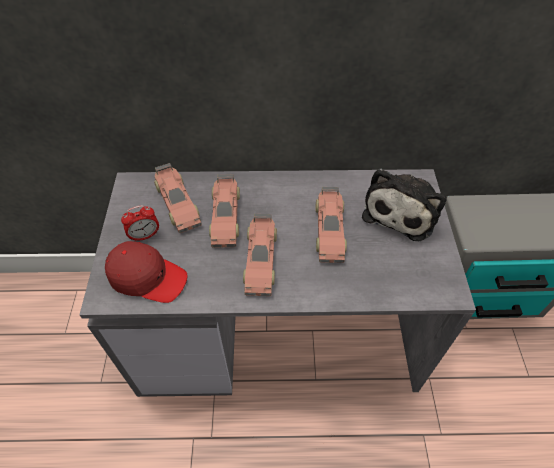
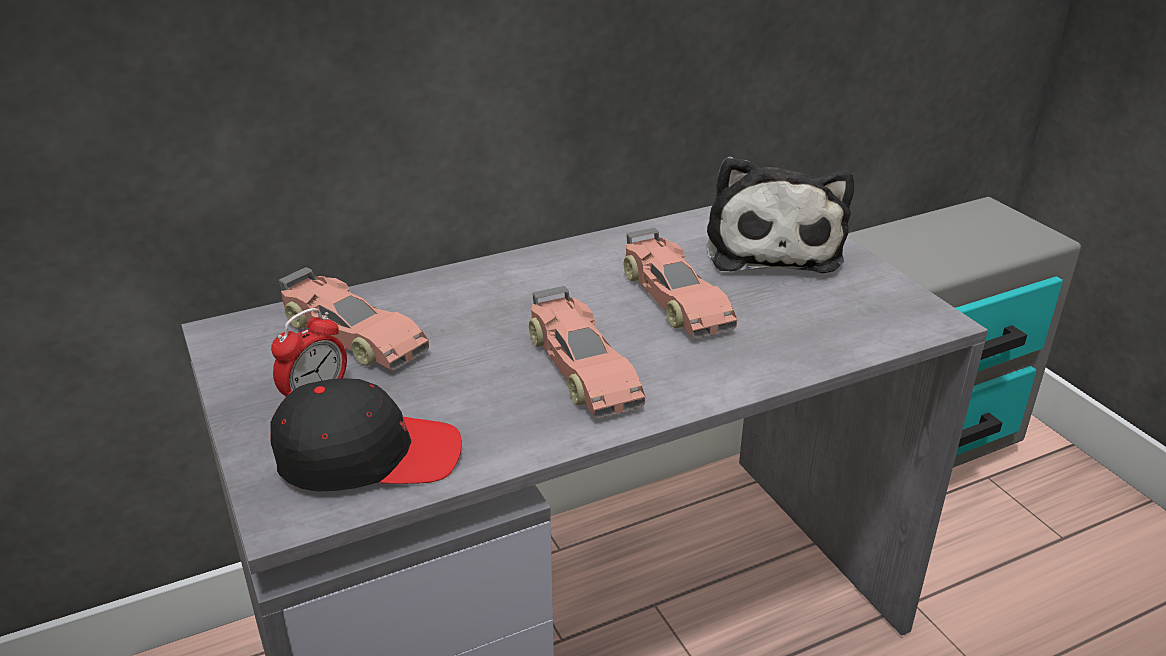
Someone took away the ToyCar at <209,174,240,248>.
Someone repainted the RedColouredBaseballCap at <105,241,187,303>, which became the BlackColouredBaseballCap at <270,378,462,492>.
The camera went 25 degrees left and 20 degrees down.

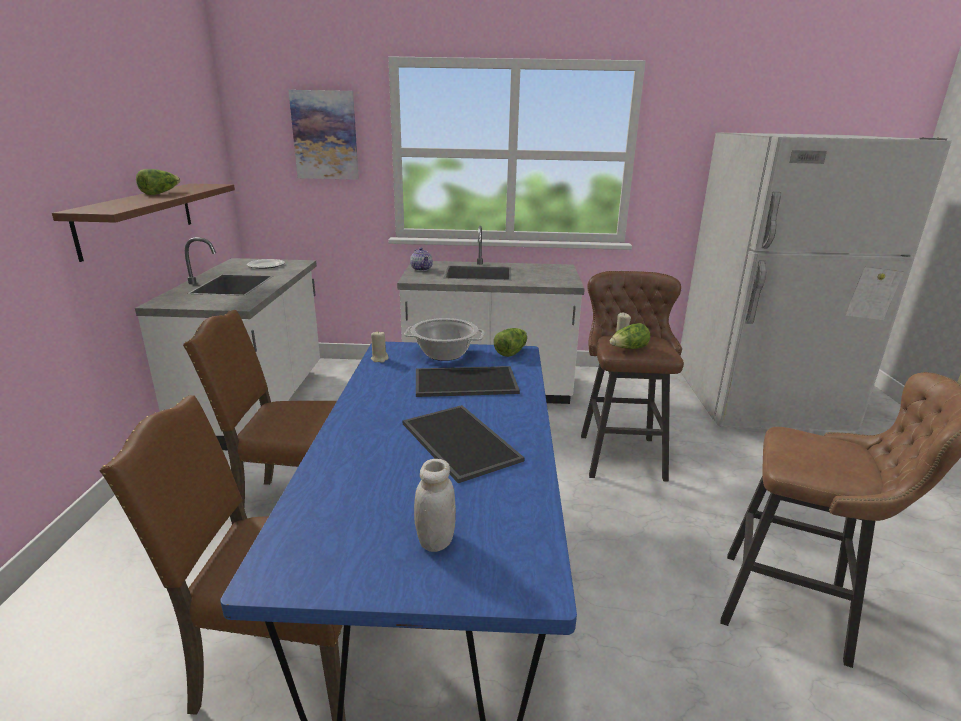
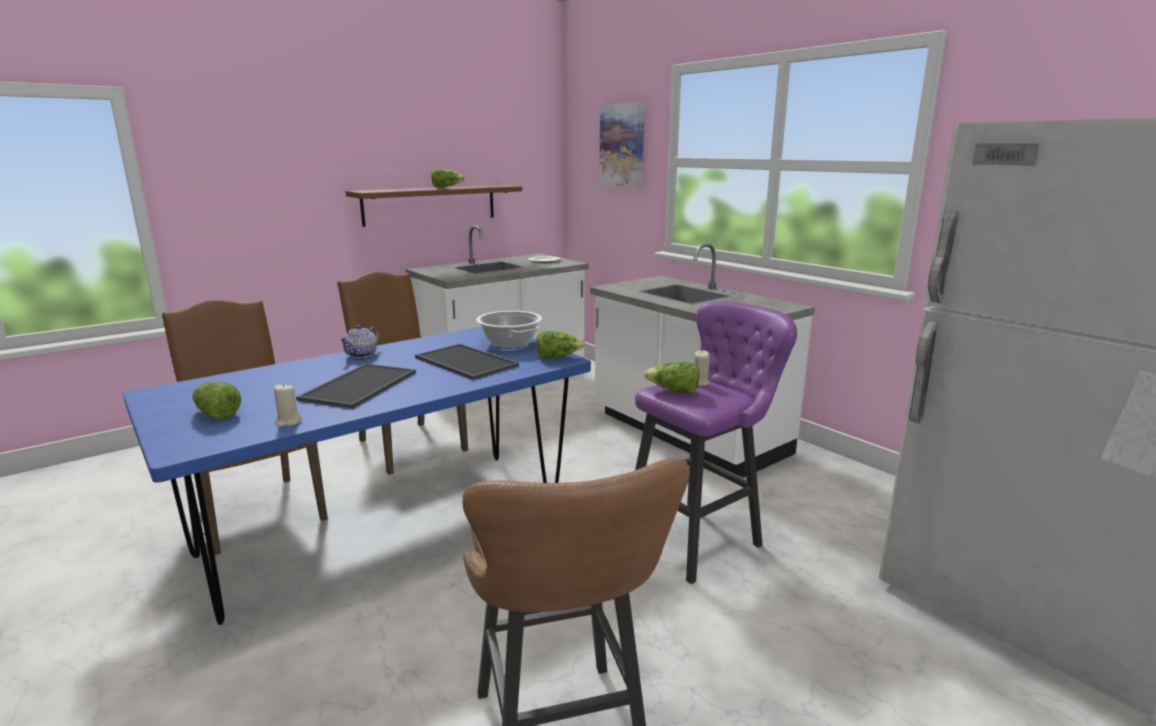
Someone carried the TeaPot from <410,248,433,271> to <339,325,379,358>.
Someone repainted the BrownishSittingStool at <581,271,684,482>, which became the PurpleSittingStool at <635,301,797,584>.
Someone carried the BeigeWaxCandle from <371,331,389,363> to <274,384,302,427>.
Someone swapped the WhiteJar at <414,459,456,552> for the HeadOfLettuce at <193,382,241,419>.
The camera went 50 degrees right and 5 degrees down.

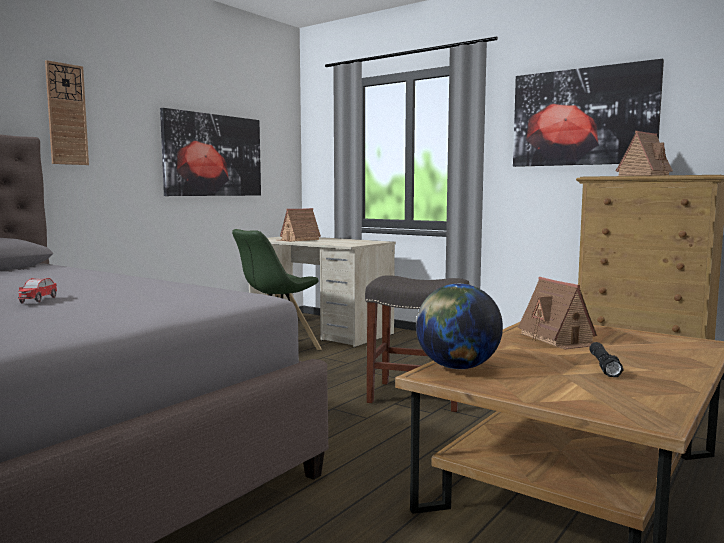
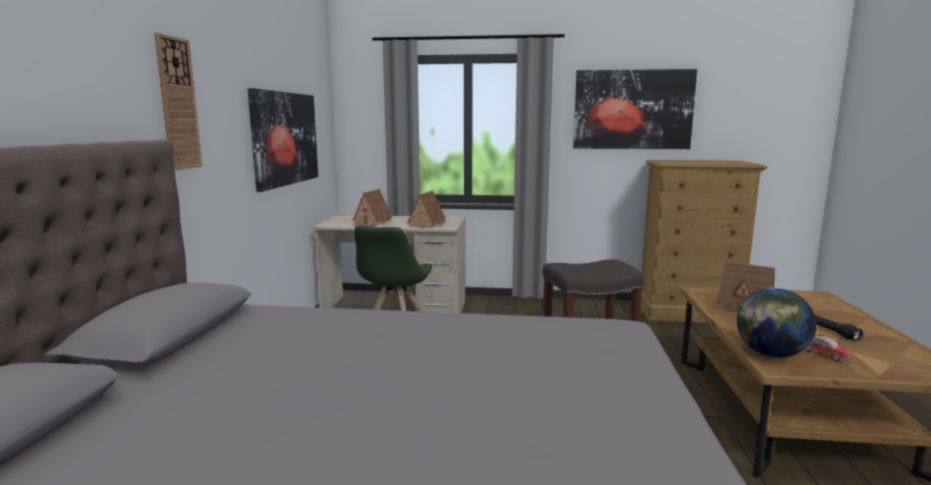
Someone carried the MiniatureHouse from <616,131,673,176> to <407,190,446,228>.
Someone carried the ToyCar from <17,278,57,303> to <805,335,851,362>.
The camera went 30 degrees left and 5 degrees up.

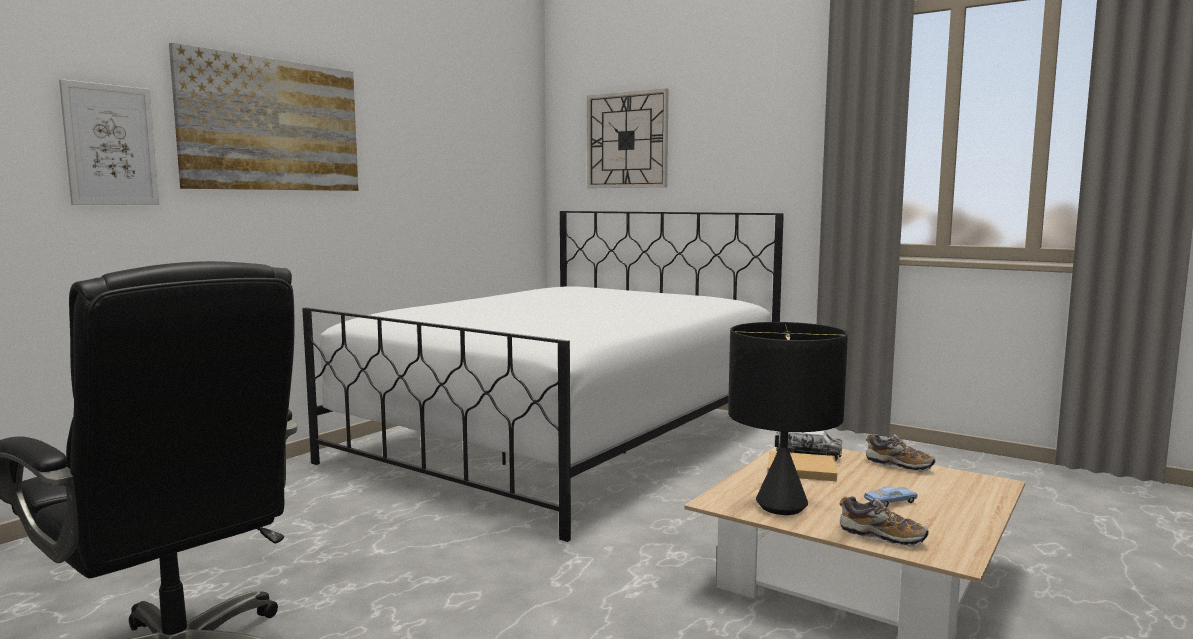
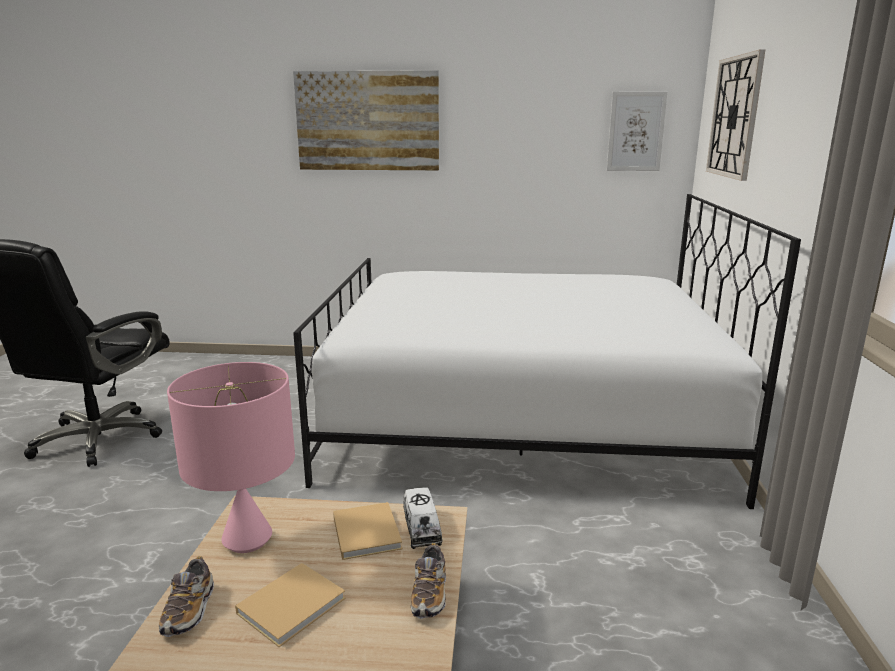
Someone carried the Picture from <59,79,159,205> to <607,91,667,171>.
Someone repainted the BlackColouredTabletopLamp at <728,322,848,515>, which became the PinkishTabletopLamp at <167,362,295,553>.
Someone swapped the BluishToyCar at <864,486,918,507> for the BeigeBoundBook at <235,563,346,647>.
The camera went 60 degrees right and 10 degrees up.

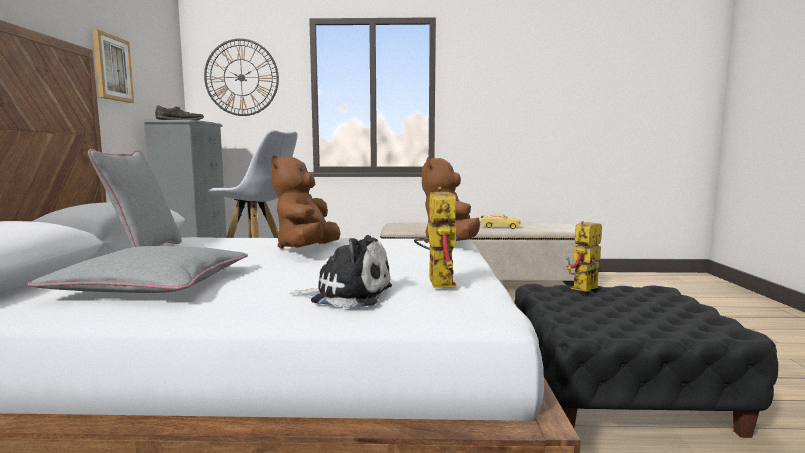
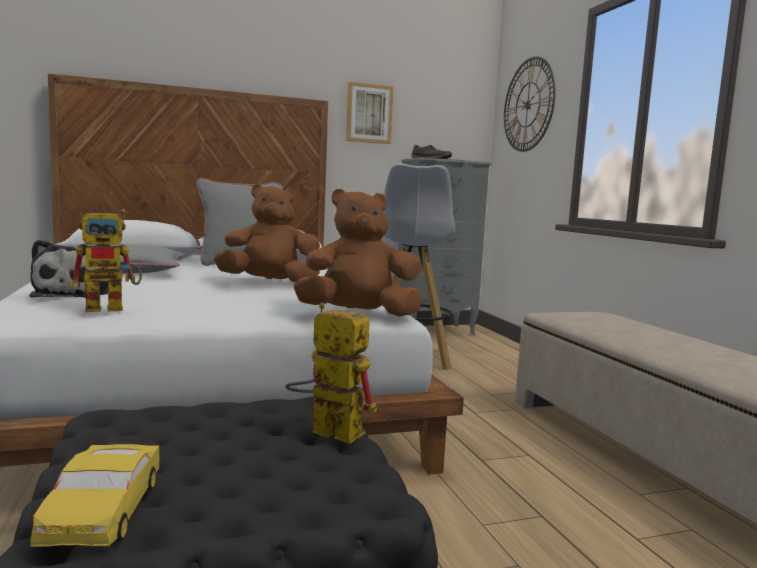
Someone carried the YellowishToyCar from <480,214,520,229> to <30,439,160,547>.
The camera went 70 degrees right and 0 degrees up.

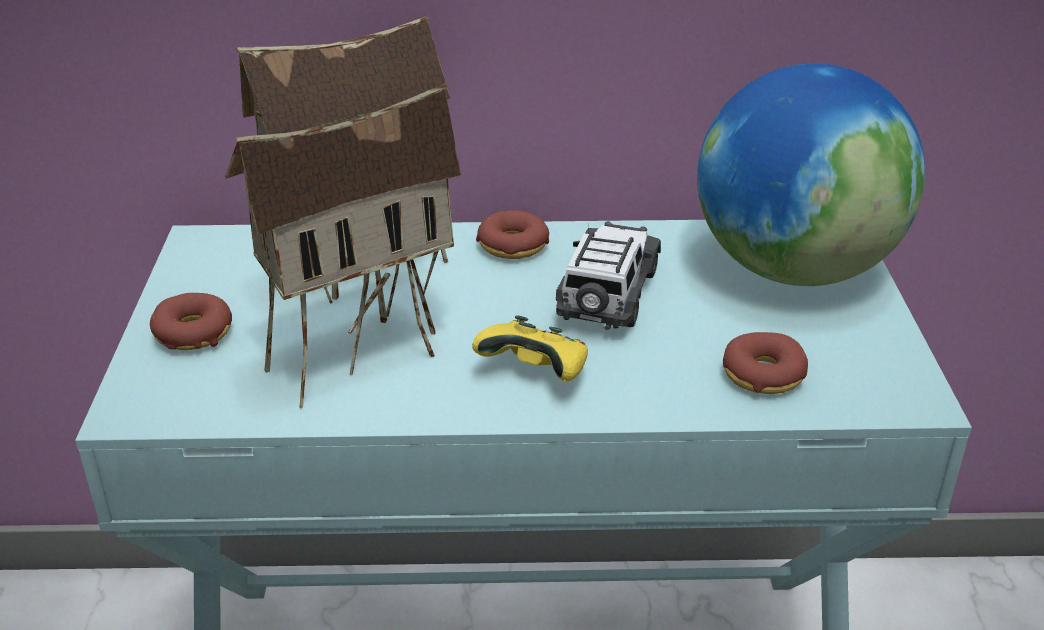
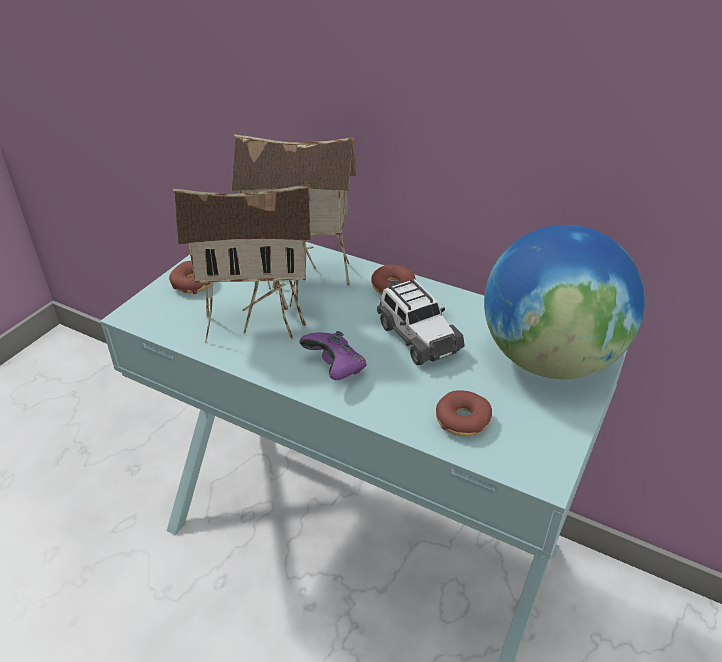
Someone rotated the ToyCar at <556,221,661,330> by 105 degrees clockwise.
Someone repainted the YellowishGamepad at <472,315,588,381>, which became the PurpleGamepad at <299,331,367,380>.
The camera went 30 degrees right and 5 degrees up.

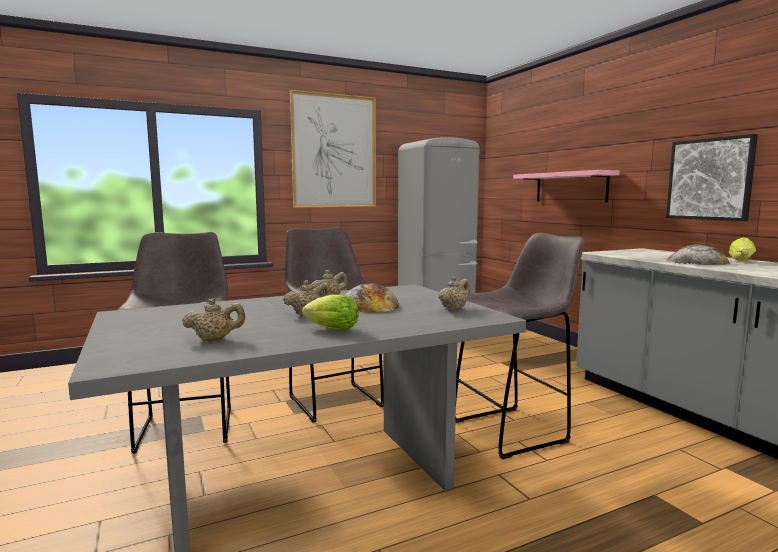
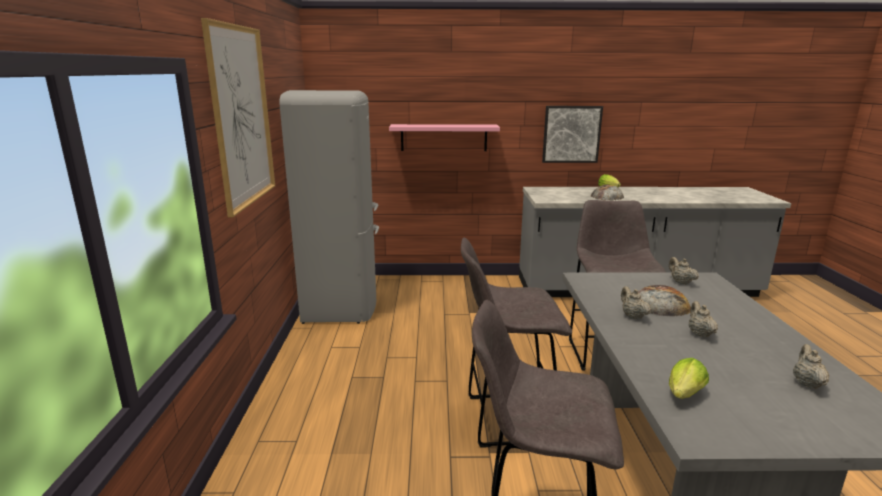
Someone carried the HeadOfLettuce from <302,295,359,330> to <669,358,709,399>.
The camera went 65 degrees left and 10 degrees up.

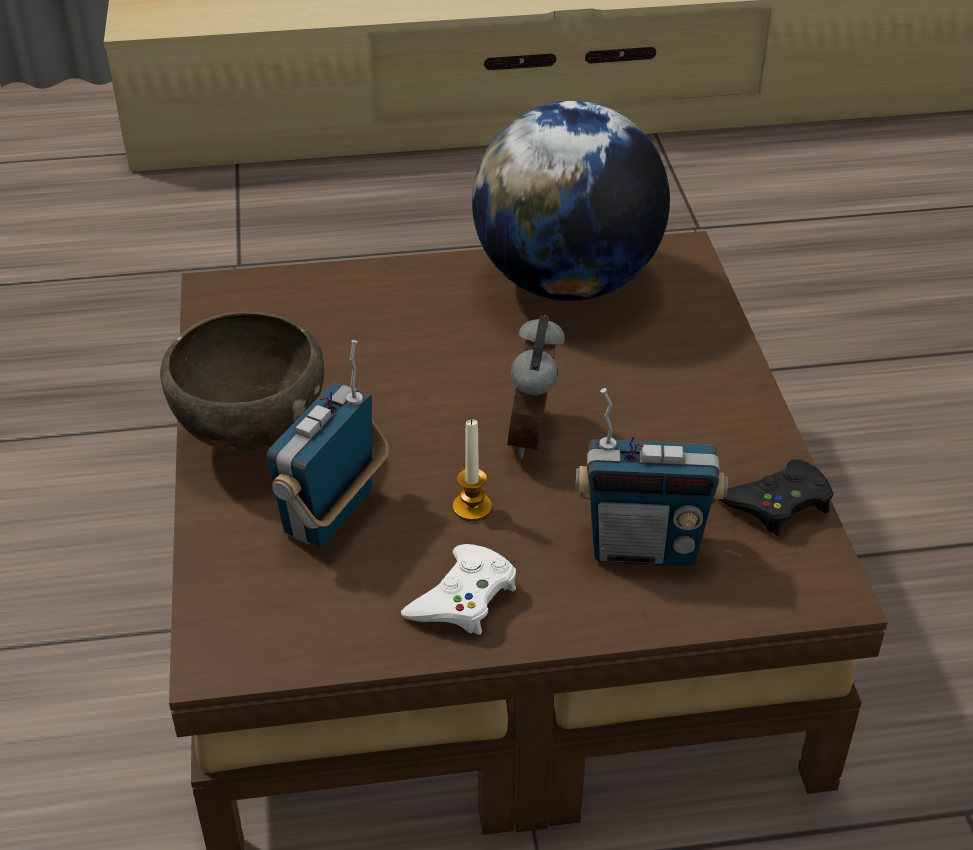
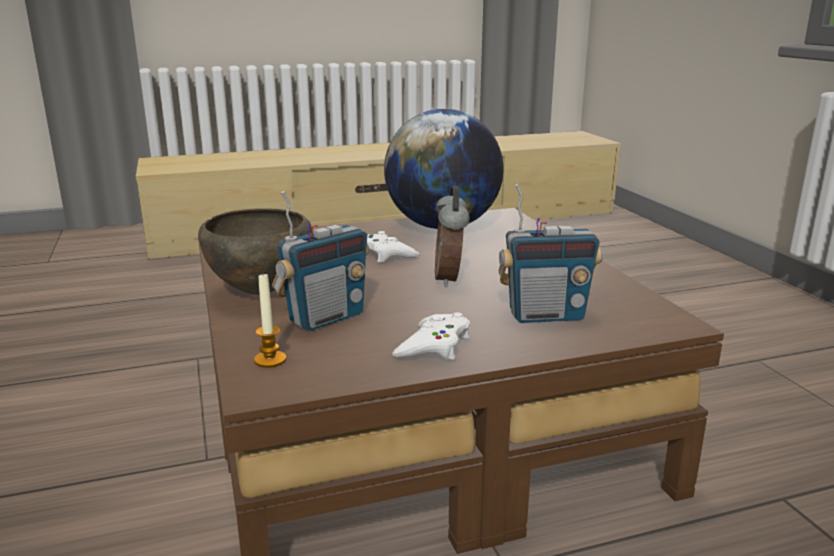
Someone rotated the RadioSet at <266,340,389,548> by 150 degrees counterclockwise.
Someone carried the WaxCandle from <453,419,492,521> to <254,274,286,368>.
Someone took away the BlackColouredGamepad at <719,459,834,536>.
Someone put down the WhiteGamepad at <367,231,420,263>.
The camera went 10 degrees left and 20 degrees down.

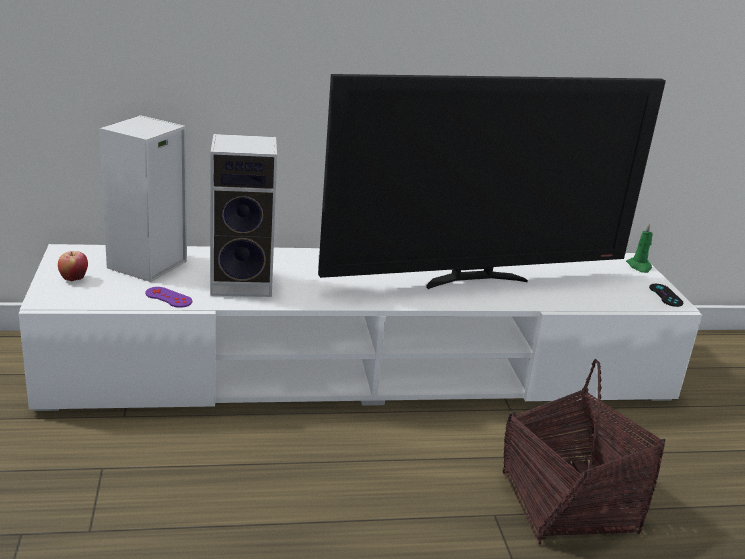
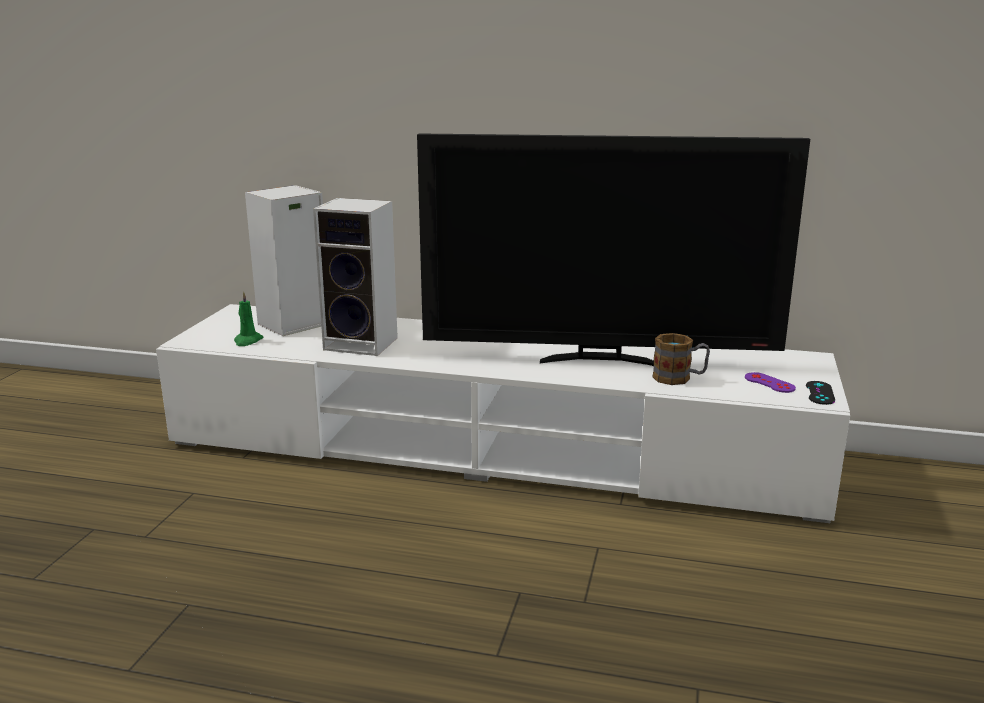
Someone carried the GreenishWaxCandle from <626,223,653,273> to <234,291,263,346>.
Someone took away the AppleFruit at <58,251,88,281>.
Someone carried the PurpleGamepad from <145,287,192,308> to <745,372,796,393>.
Someone took away the HouseholdBasket at <503,359,665,544>.
Someone put down the CoffeeMug at <652,333,710,385>.
The camera went 25 degrees right and 5 degrees down.

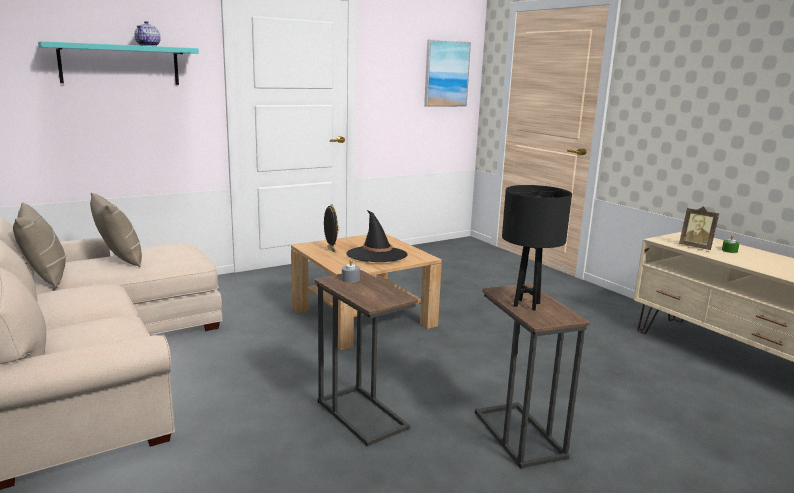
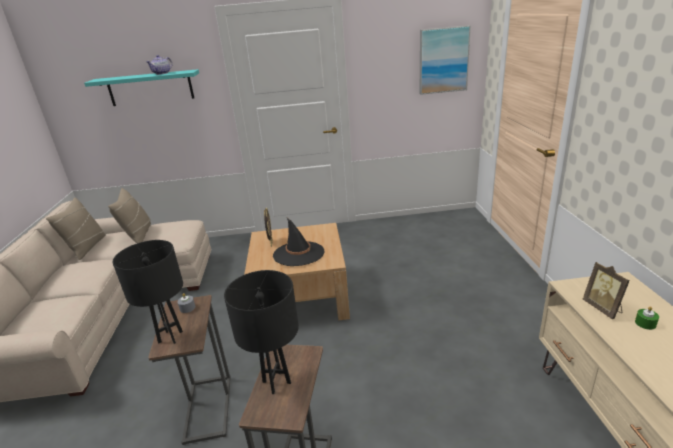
Someone put down the BlackColouredTabletopLamp at <113,240,183,344>.
The camera went 30 degrees right and 10 degrees up.

